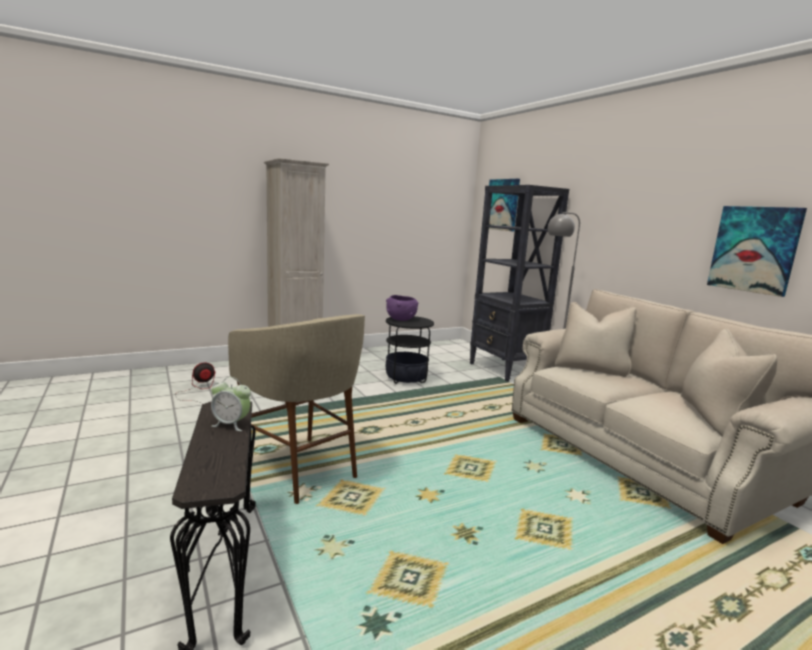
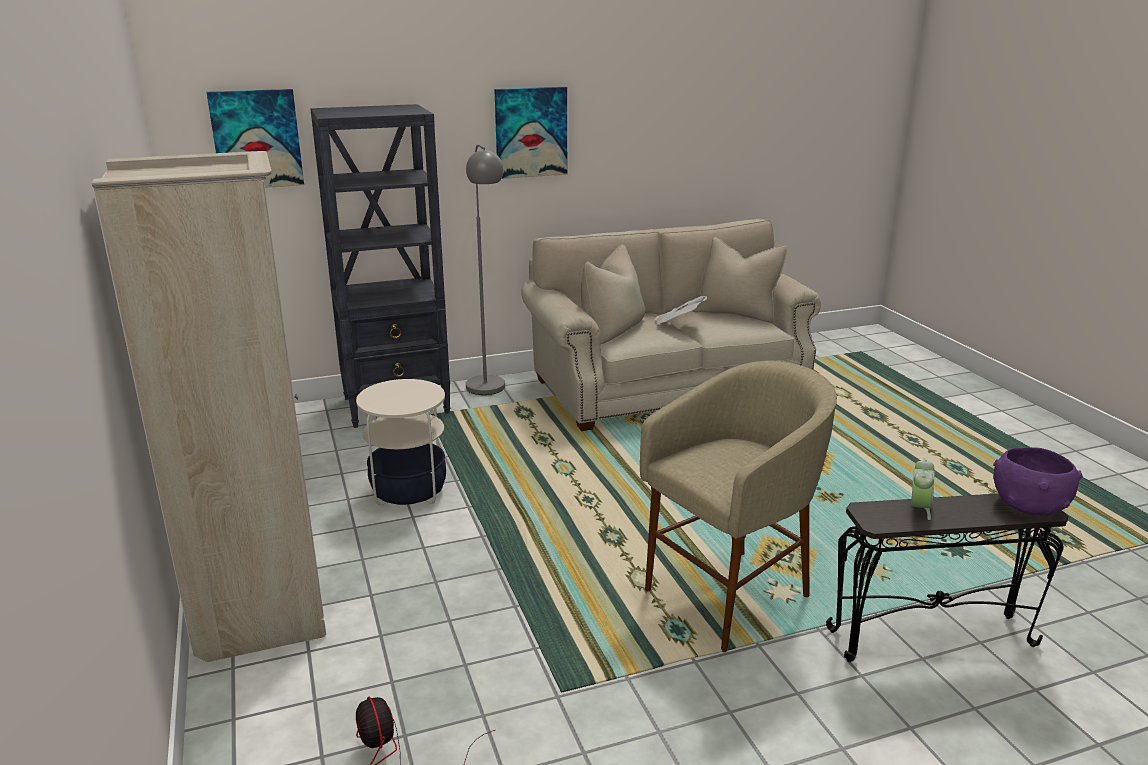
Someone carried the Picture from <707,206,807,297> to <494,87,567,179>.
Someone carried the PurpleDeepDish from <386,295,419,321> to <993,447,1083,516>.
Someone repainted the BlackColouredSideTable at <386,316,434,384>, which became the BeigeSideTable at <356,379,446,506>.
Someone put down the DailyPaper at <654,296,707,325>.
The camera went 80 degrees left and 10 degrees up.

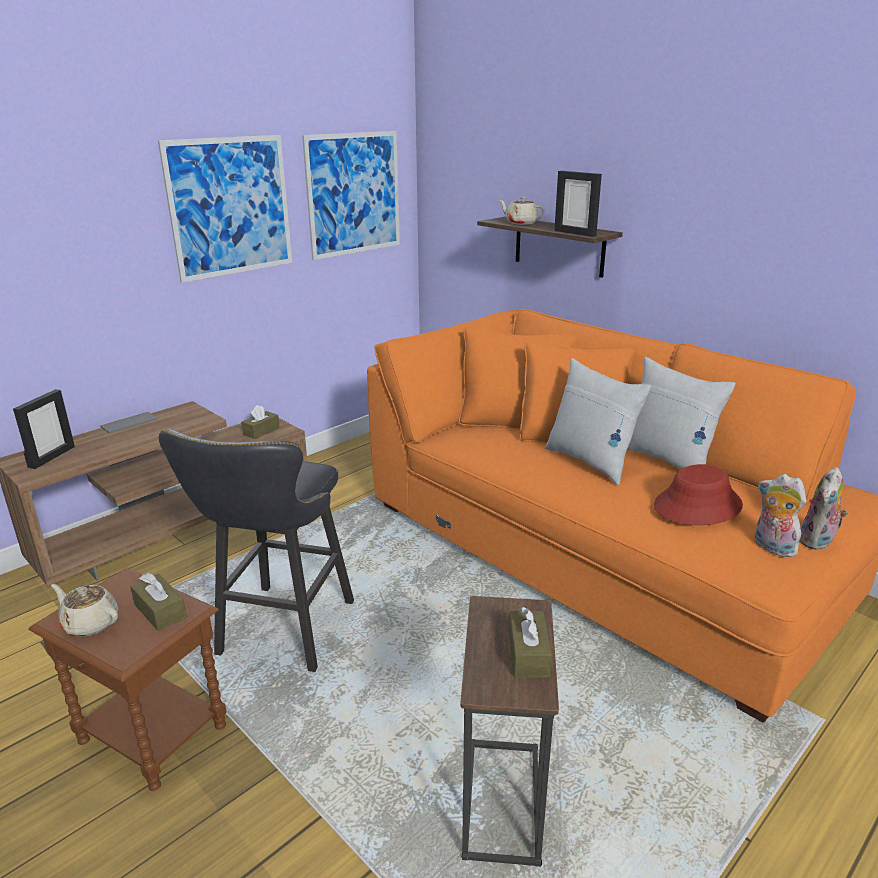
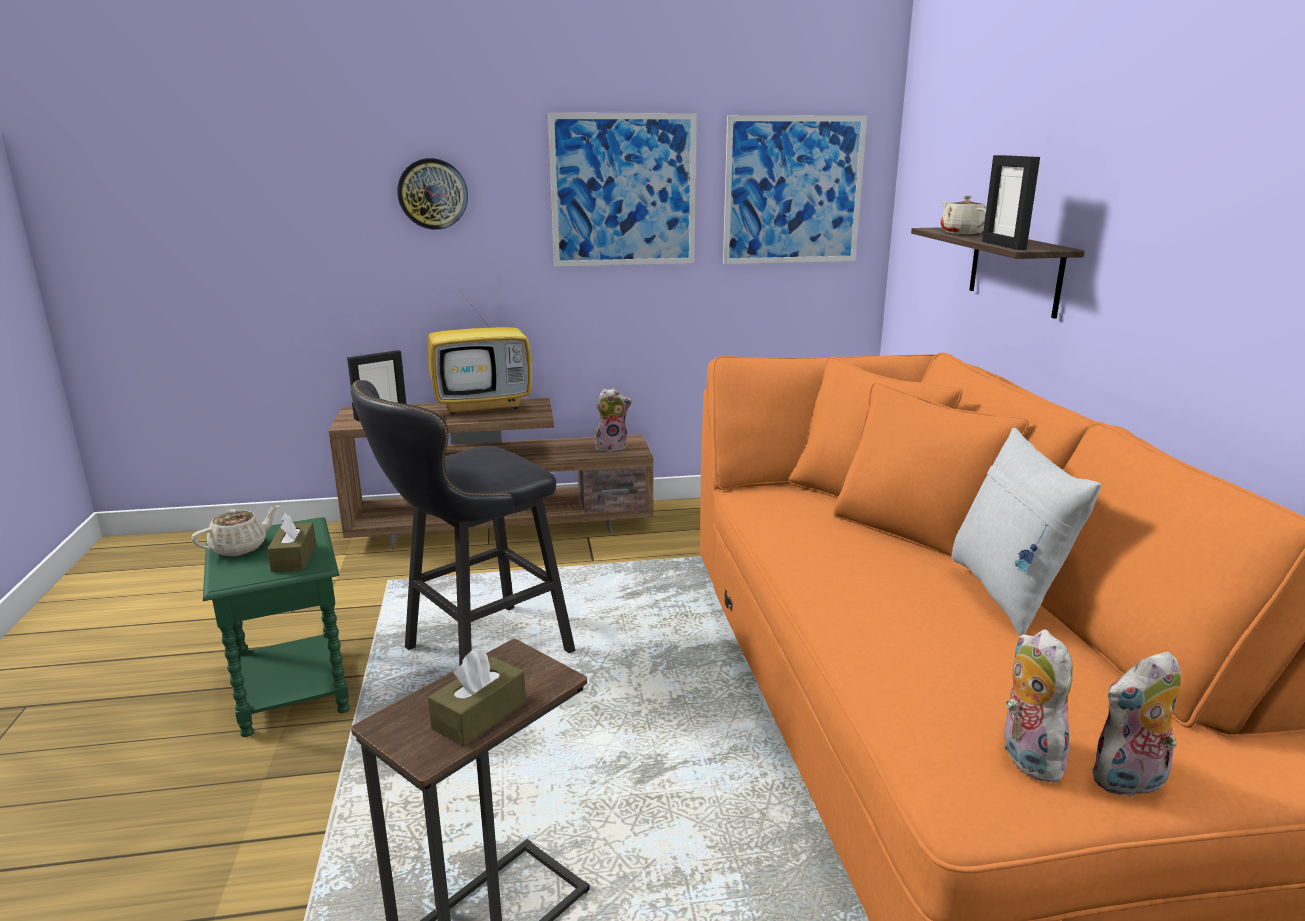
Someone took away the GrayPillow at <545,358,651,485>.
Someone swapped the BrownishBoxOfTissues at <241,405,280,439> for the CuddlyToy at <595,388,632,453>.
Someone took away the RedColouredClothingHat at <654,464,743,525>.
Someone repainted the BrownishSideTable at <28,568,227,791>, which became the GreenishSideTable at <203,517,350,737>.
Someone rotated the BeigeTeaPot at <51,584,118,637> by 75 degrees clockwise.
Someone put up the ClockOnTheWall at <397,158,468,230>.
Someone put down the Tv at <427,281,532,415>.
The camera went 35 degrees right and 5 degrees down.

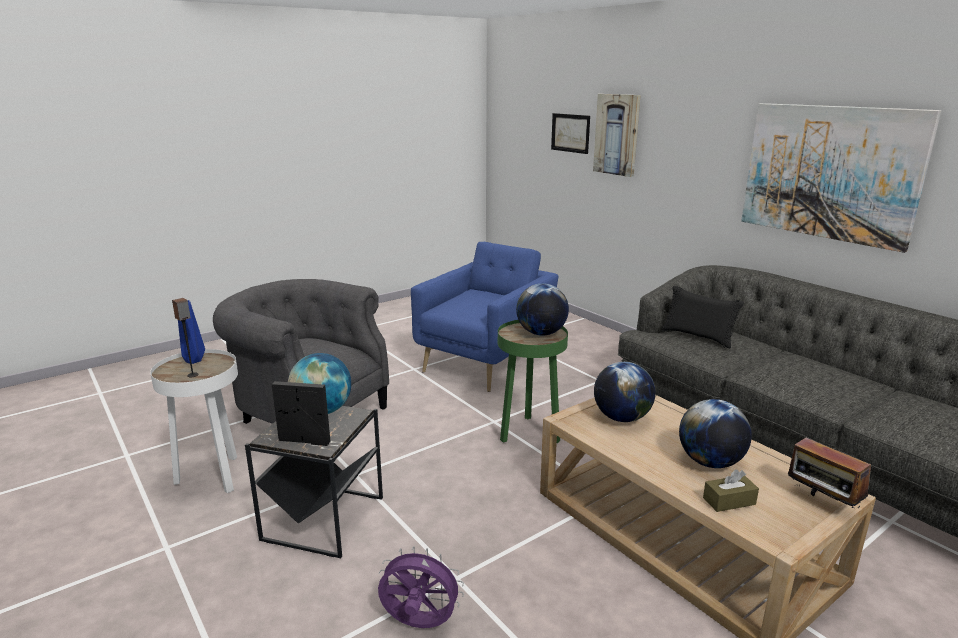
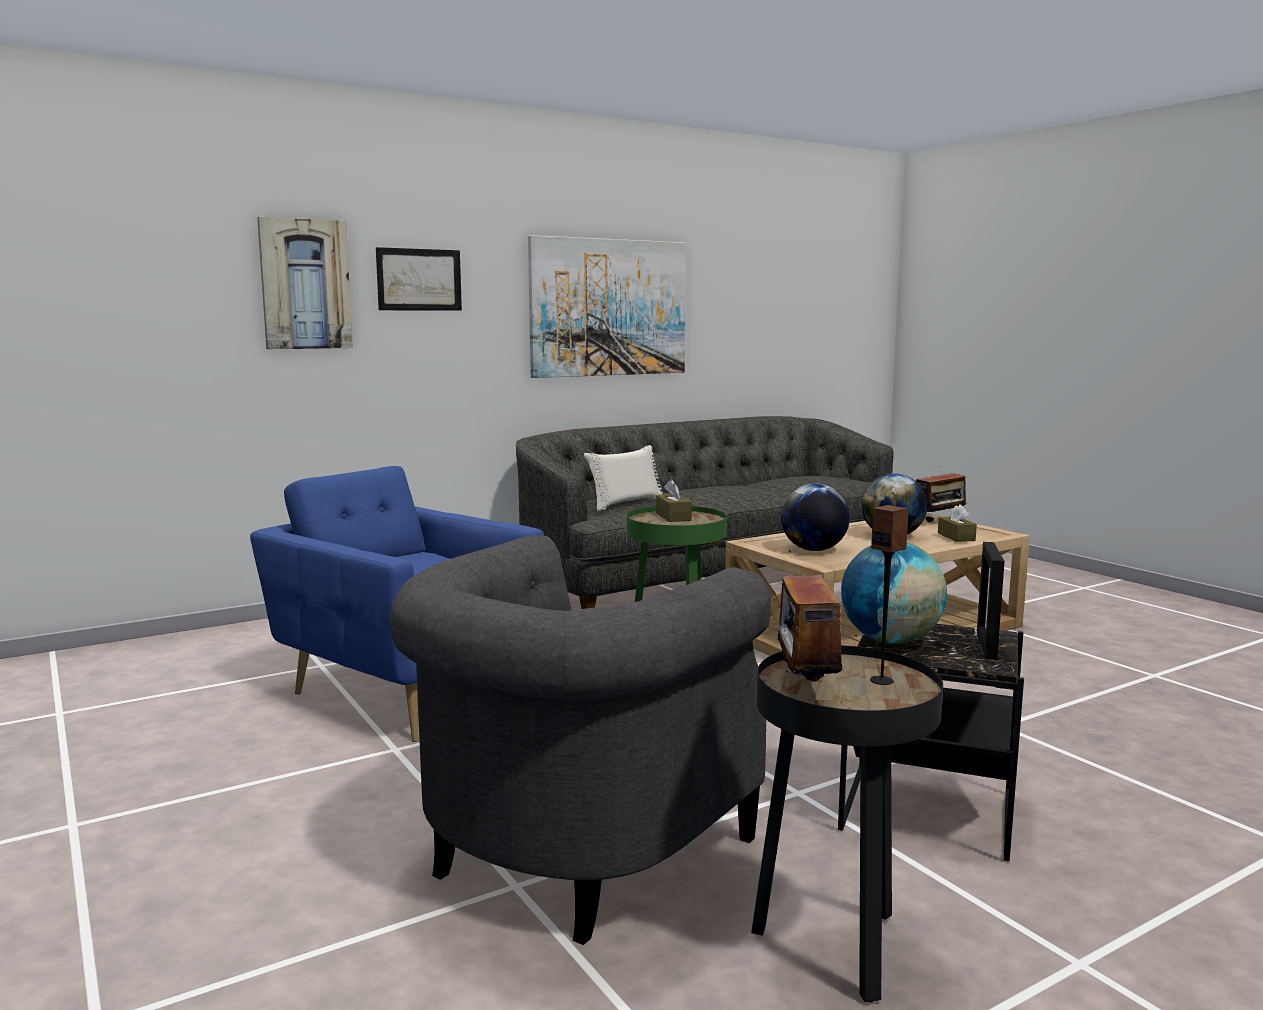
Someone carried the Picture from <551,113,590,154> to <376,247,462,311>.
Someone swapped the DeskGlobe at <516,283,569,336> for the BrownishBoxOfTissues at <656,479,692,522>.
Someone repainted the BlackColouredPillow at <661,286,744,348>, which became the WhitePillow at <584,445,663,511>.
Someone swapped the BluishFlowerVase at <178,300,205,364> for the RadioSet at <777,551,857,682>.
Someone repainted the WhiteSideTable at <150,349,238,493>, which became the BlackColouredSideTable at <751,645,943,1003>.
Someone took away the PurpleCoolingFan at <378,546,464,628>.
The camera went 85 degrees left and 10 degrees down.

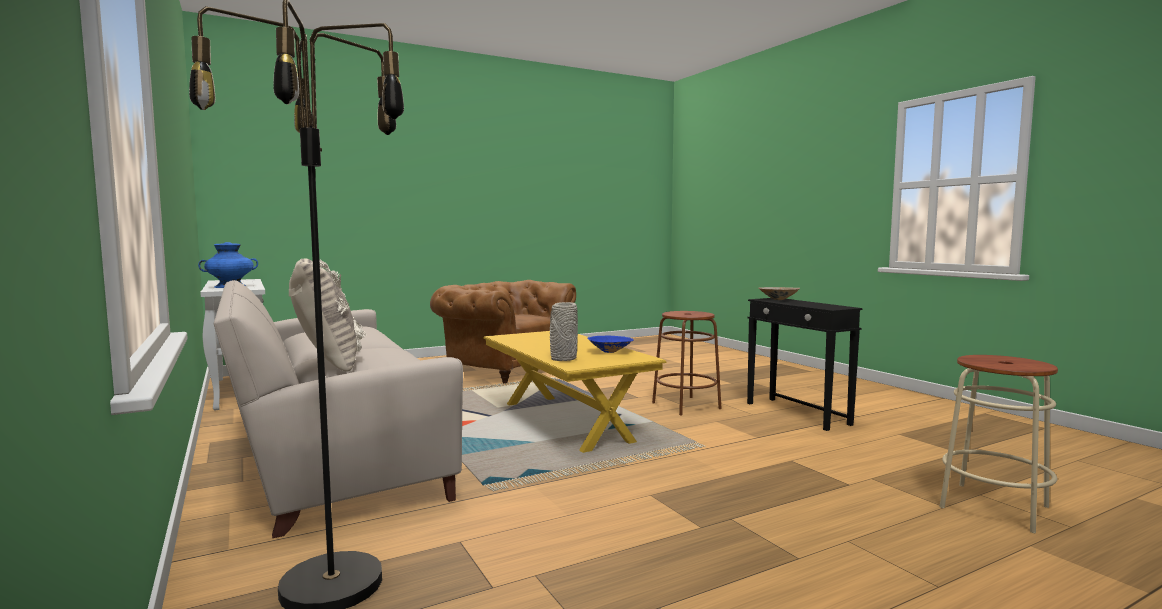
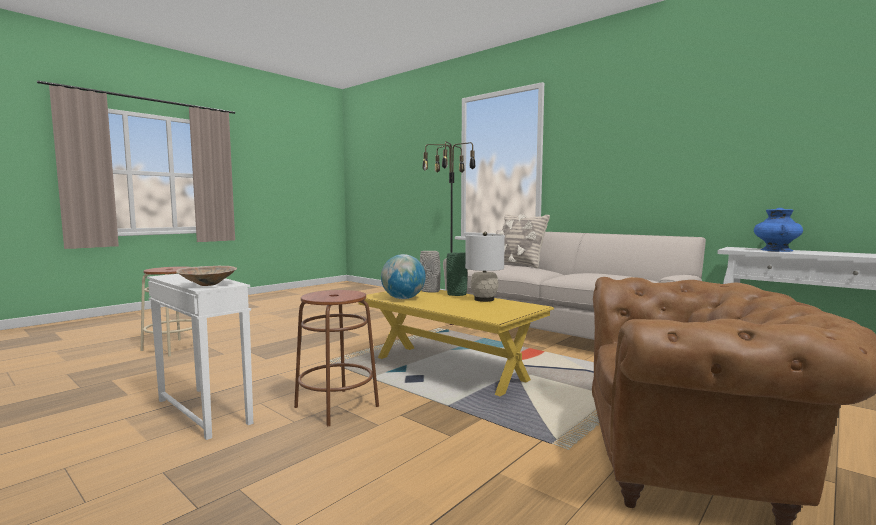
Someone repainted the BlackColouredSideTable at <747,298,863,431>, which became the WhiteSideTable at <147,274,253,440>.
Someone swapped the BluishDeepDish at <587,335,634,353> for the DeskGlobe at <381,254,426,299>.
Someone put down the WhiteTabletopLamp at <465,232,505,302>.
Someone put down the GreenishFlowerVase at <446,252,467,296>.
The camera went 160 degrees right and 0 degrees up.

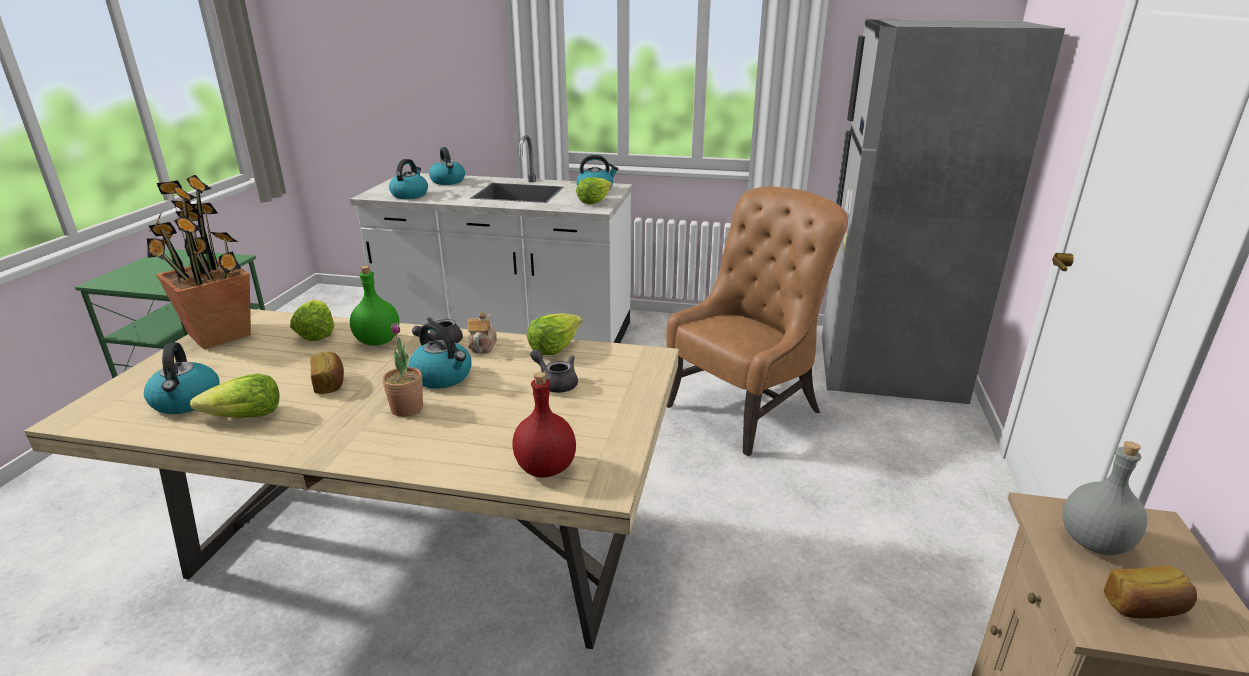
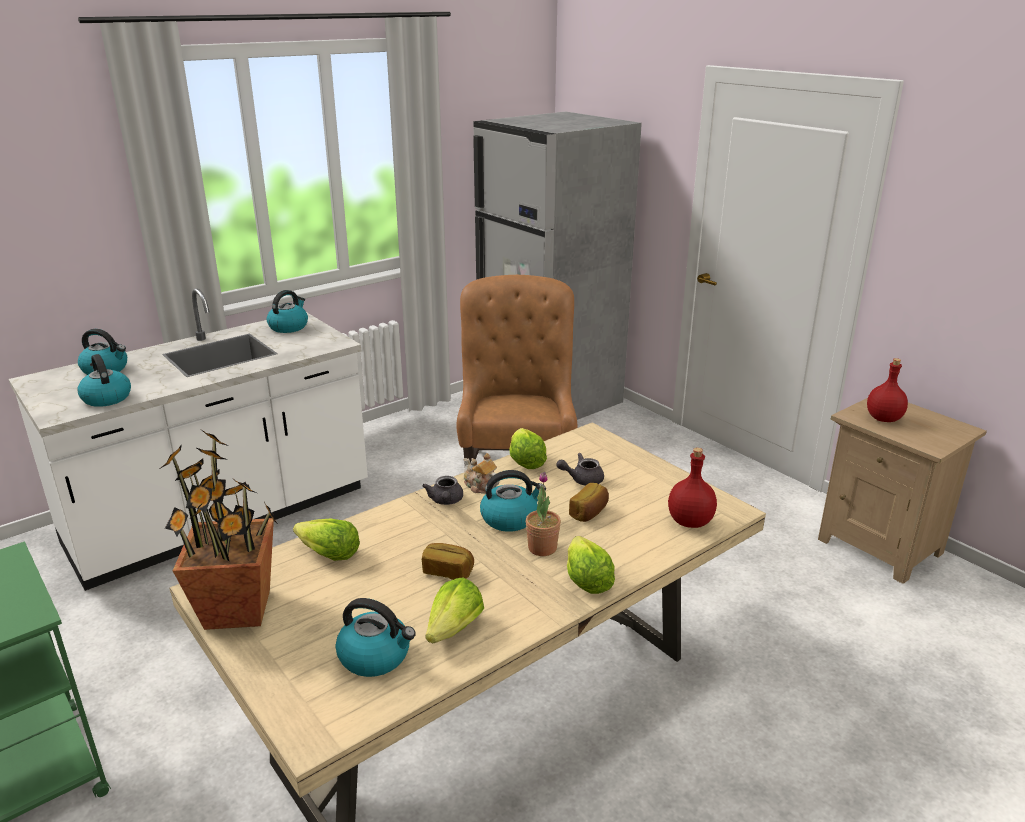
Someone carried the HeadOfLettuce from <576,177,612,204> to <567,536,615,594>.
Someone took away the GreenishBottle at <350,266,400,346>.
Someone repainted the GrayBottle at <1063,441,1147,555>, which became the RedColouredBottle at <867,358,908,422>.
Someone carried the Bread from <1104,565,1197,618> to <569,483,609,522>.
The camera went 50 degrees left and 0 degrees up.

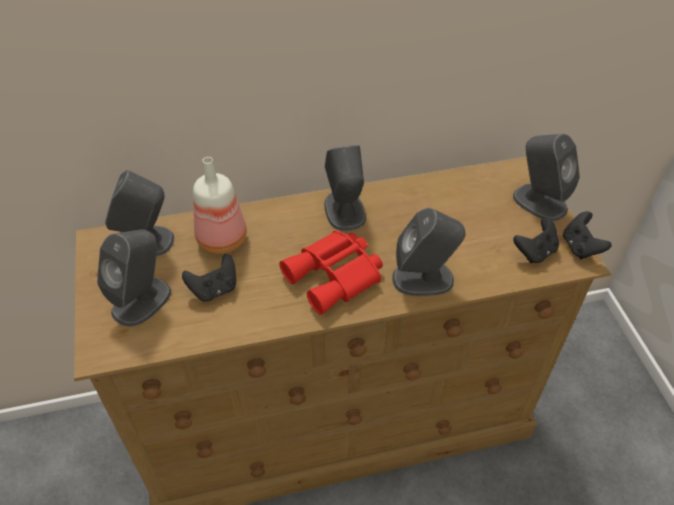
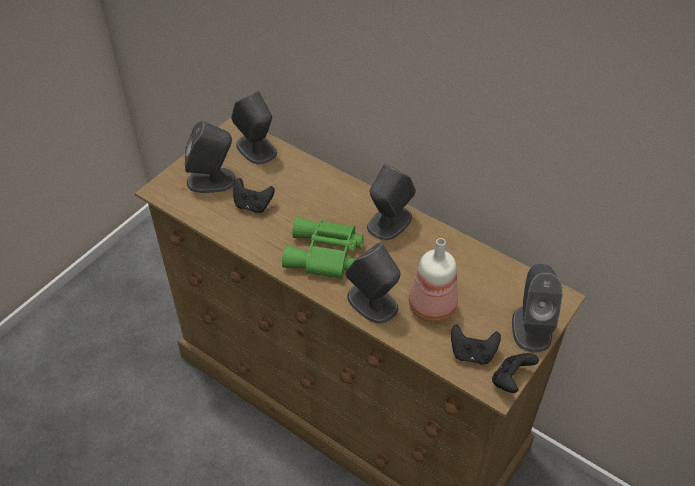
Someone carried the Bottle from <193,157,247,254> to <409,238,458,322>.
Someone repainted the RedColouredFieldGlasses at <279,230,383,315>, which became the GreenishFieldGlasses at <282,216,363,280>.
The camera went 50 degrees right and 0 degrees up.

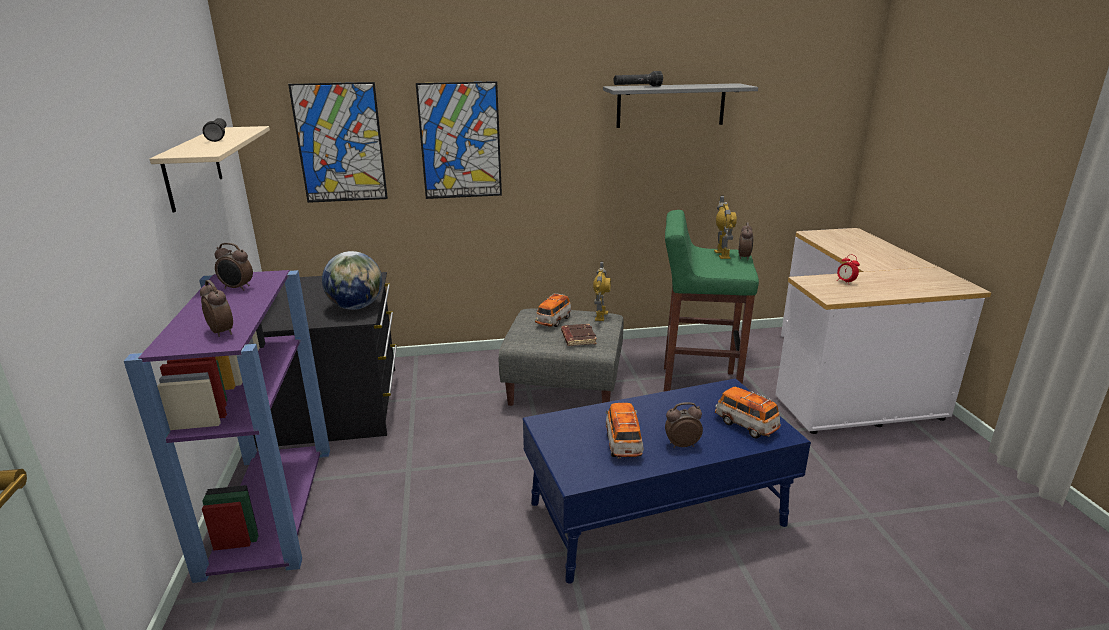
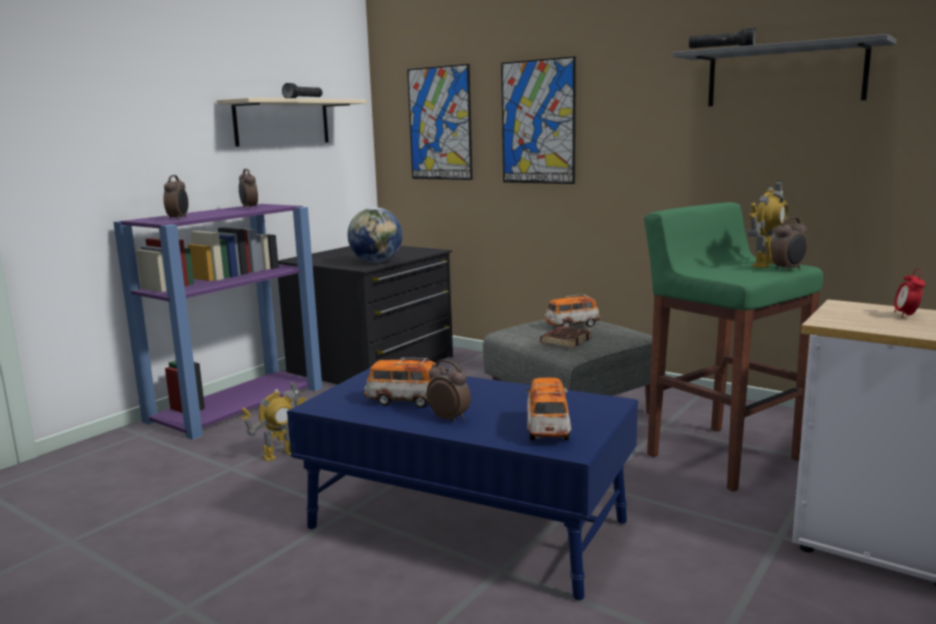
Someone carried the RobotFigure from <593,261,611,321> to <241,381,308,462>.
Someone rotated the ToyCar at <605,403,644,459> by 120 degrees counterclockwise.
The camera went 45 degrees right and 10 degrees down.

